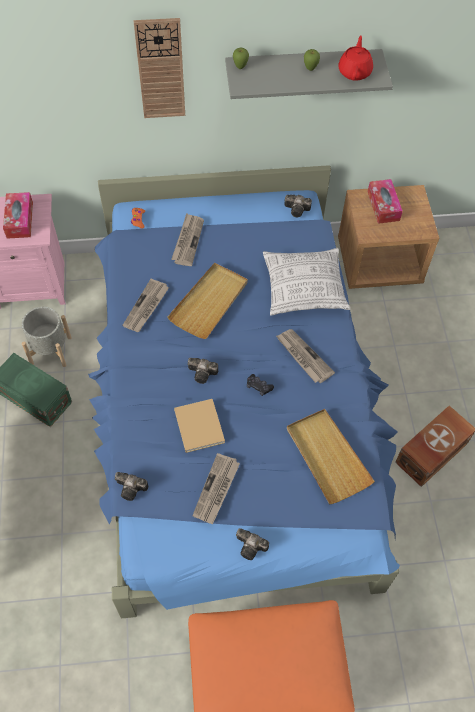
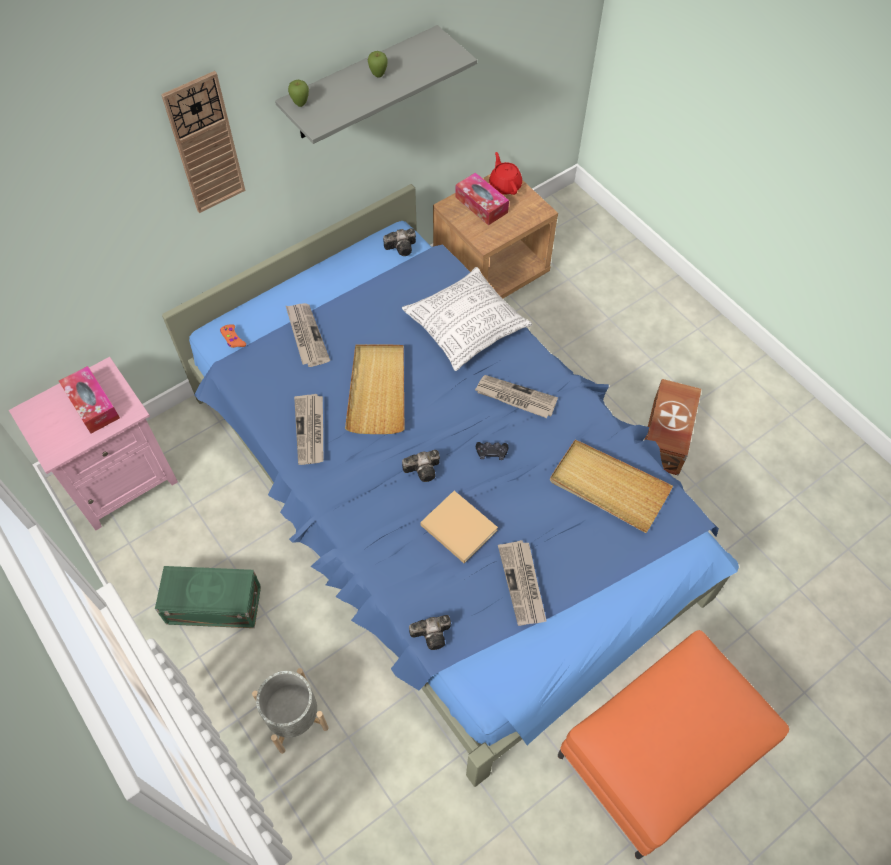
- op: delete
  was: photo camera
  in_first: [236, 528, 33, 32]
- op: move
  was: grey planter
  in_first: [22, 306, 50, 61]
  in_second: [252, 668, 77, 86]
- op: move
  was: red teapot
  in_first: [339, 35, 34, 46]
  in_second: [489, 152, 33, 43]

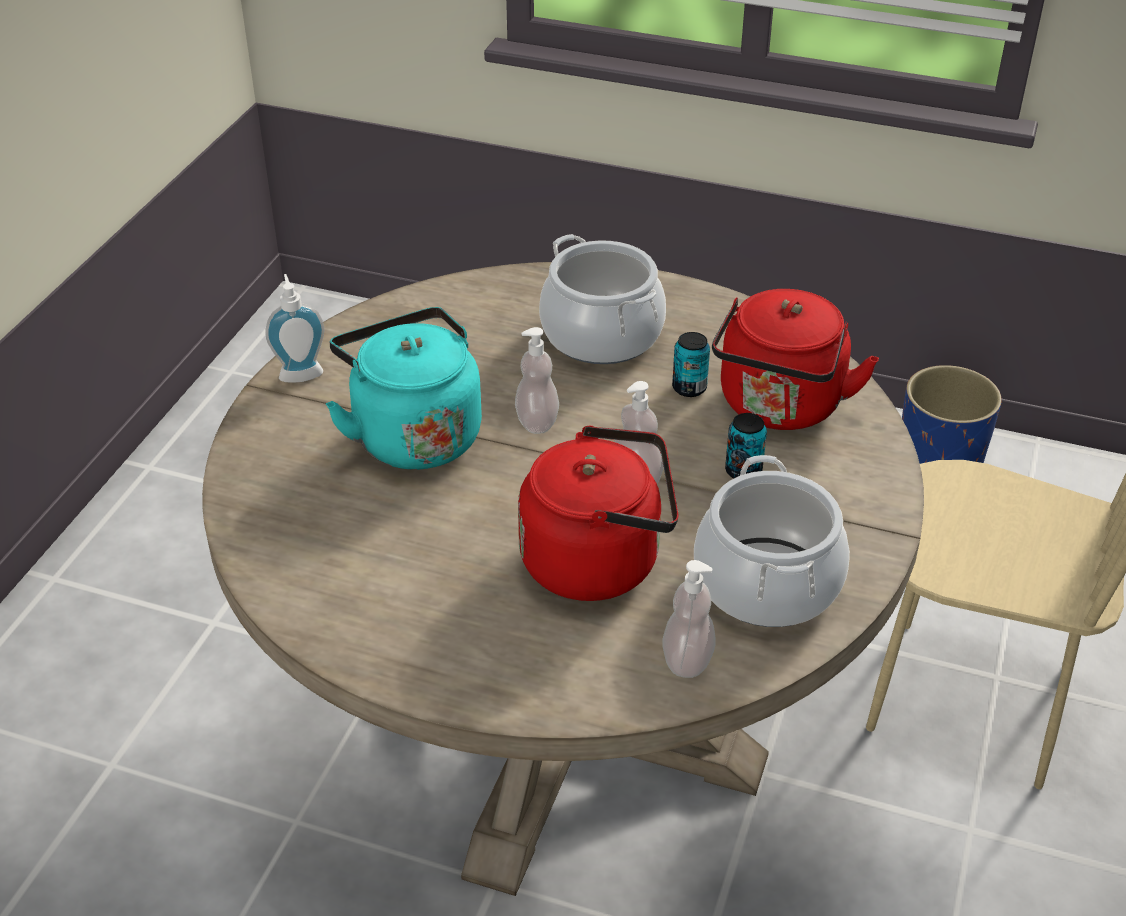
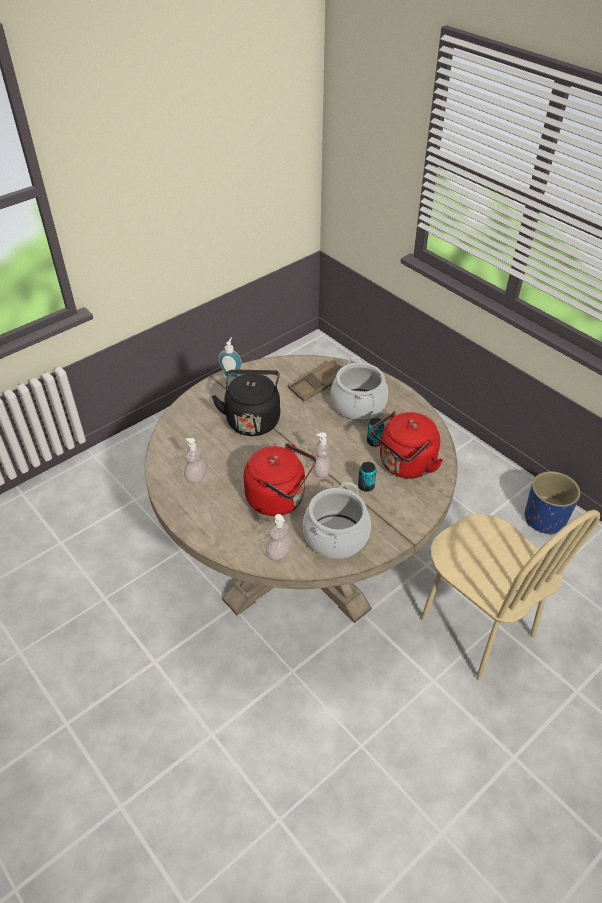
- op: insert
  now: brown tray
  in_second: [288, 359, 54, 43]
- op: move
  was: soap dispenser
  in_first: [515, 327, 44, 107]
  in_second: [184, 438, 24, 45]
- op: recolor
  was: turquoise kettle
  now: black kettle
  in_first: [326, 307, 156, 163]
  in_second: [212, 370, 68, 66]

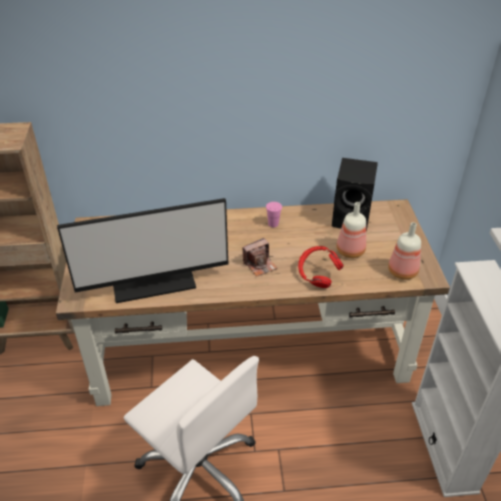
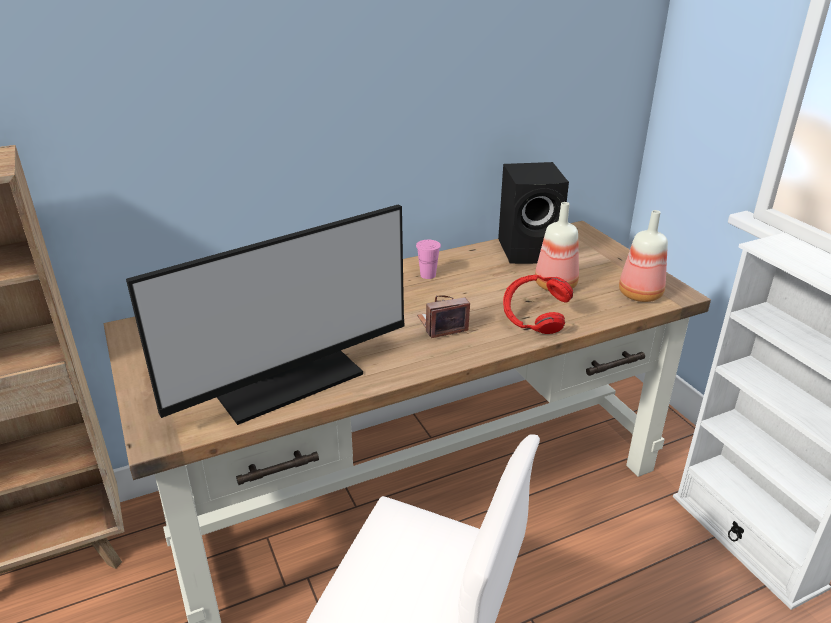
- op: rotate
  was: photo camera
  in_first: [243, 238, 34, 39]
  in_second: [417, 295, 53, 43]
  clockwise: -150

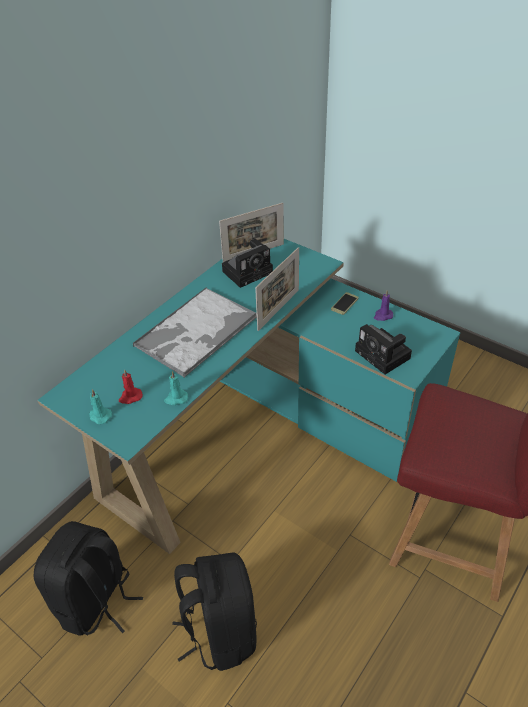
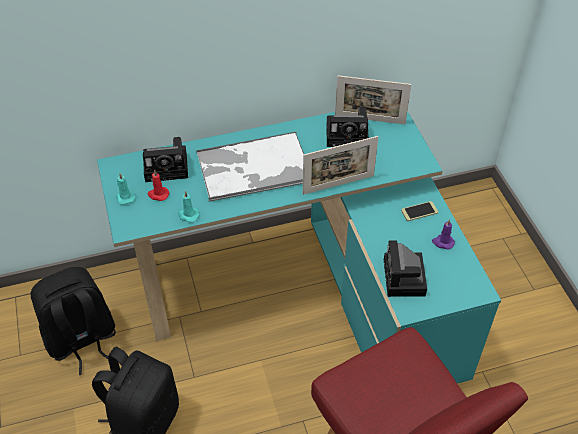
- op: insert
  now: photo camera
  in_second: [143, 137, 45, 45]

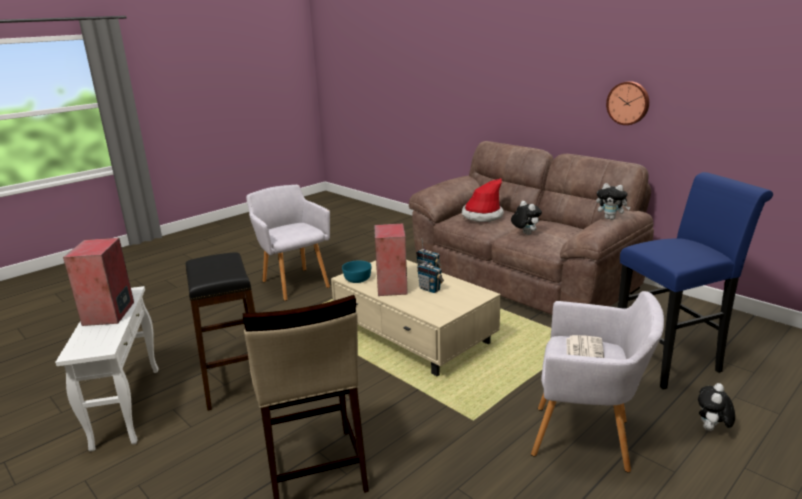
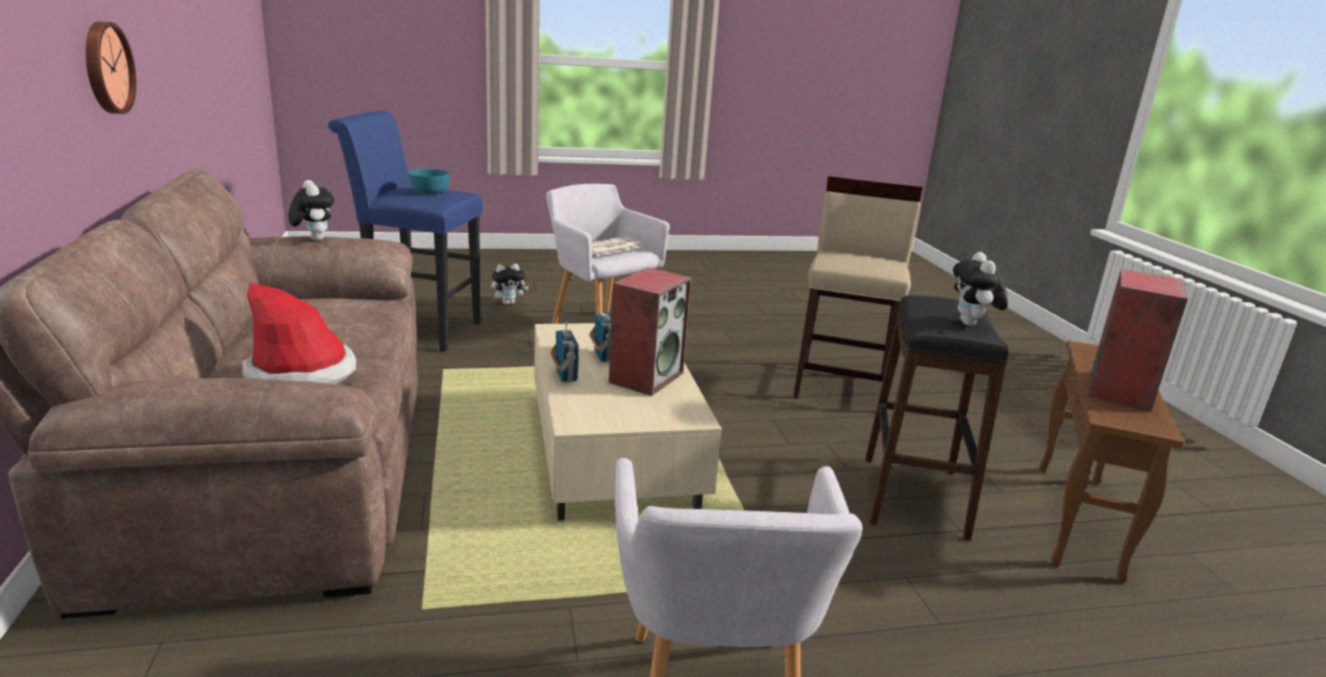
- op: move
  was: turquoise bowl
  in_first: [342, 260, 29, 23]
  in_second: [408, 169, 42, 25]
- op: move
  was: plush toy
  in_first: [511, 201, 31, 34]
  in_second: [953, 252, 55, 74]
- op: recolor
  was: white side table
  now: brown side table
  in_first: [55, 286, 104, 165]
  in_second: [1039, 340, 145, 243]

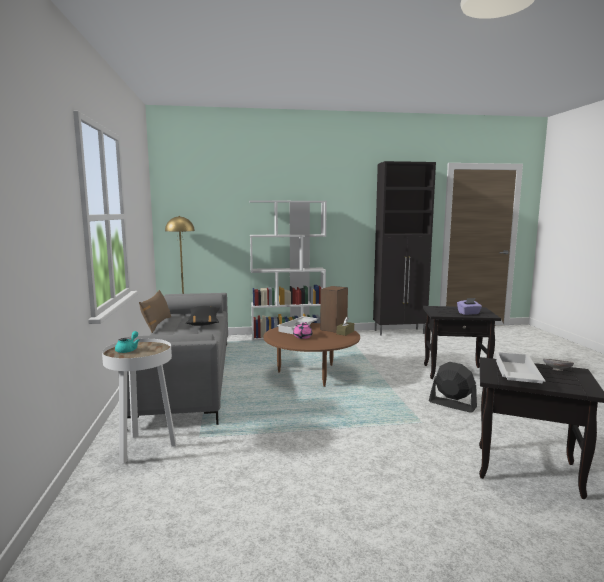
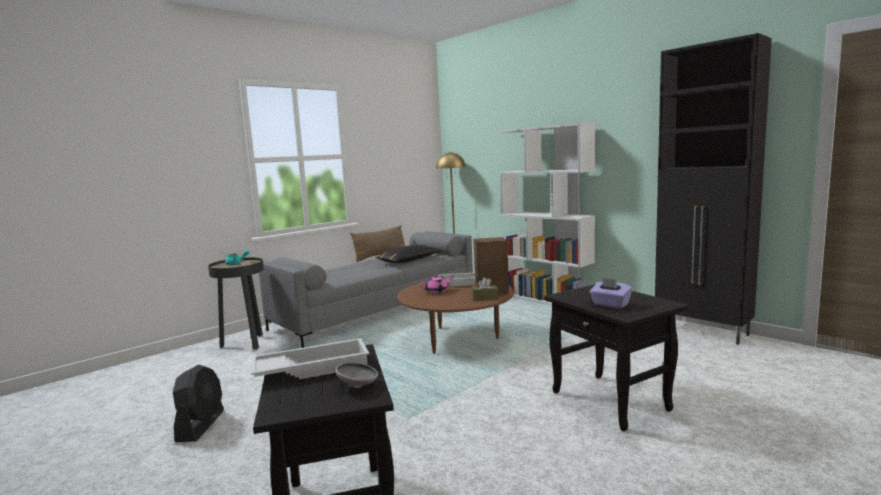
- op: move
  was: black fan
  in_first: [429, 362, 48, 51]
  in_second: [173, 364, 51, 78]
- op: recolor
  was: white side table
  now: black side table
  in_first: [102, 339, 74, 125]
  in_second: [208, 257, 56, 93]

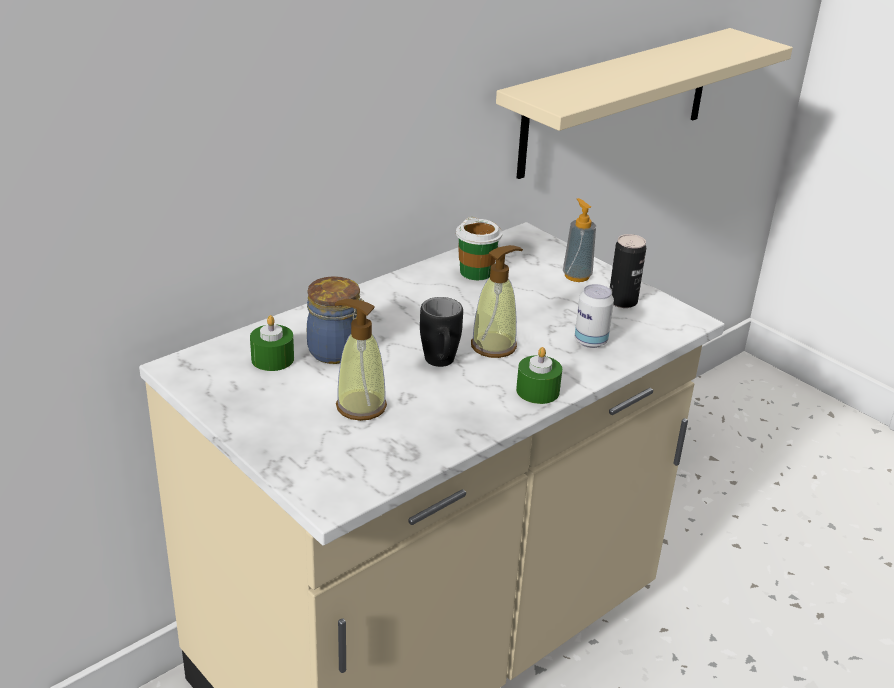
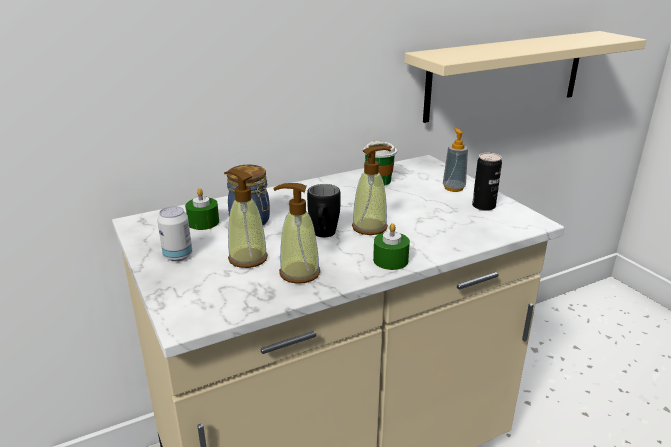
- op: insert
  now: soap dispenser
  in_second: [274, 183, 46, 101]
- op: move
  was: can
  in_first: [575, 284, 39, 64]
  in_second: [157, 206, 35, 55]

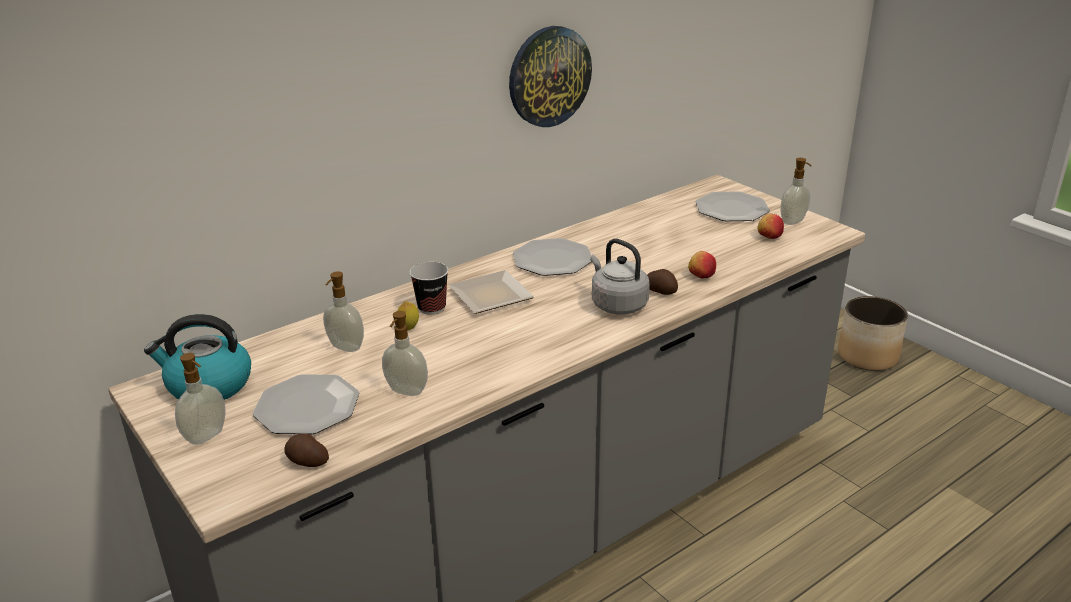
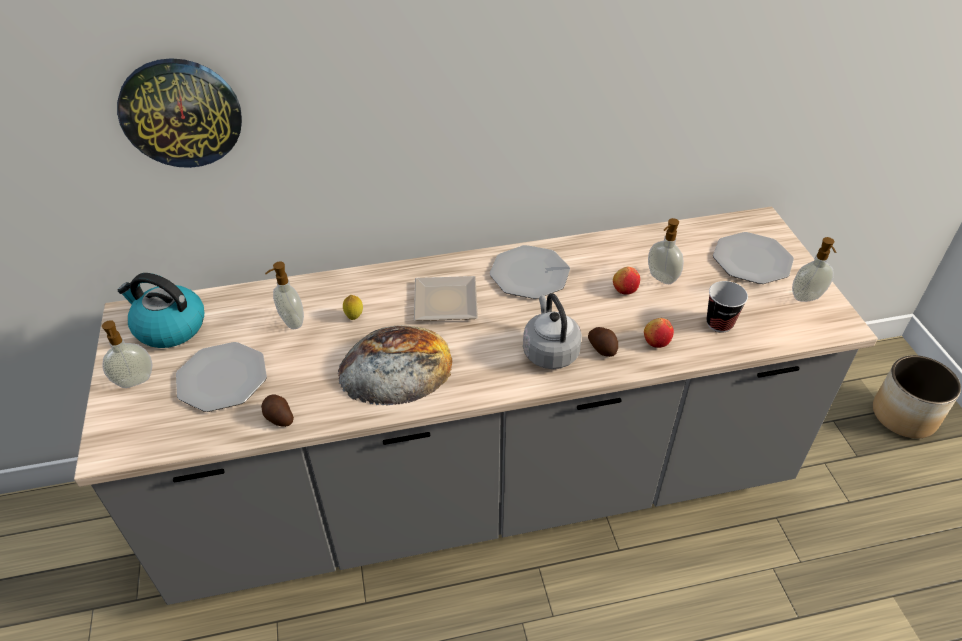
- op: insert
  now: bread
  in_second: [338, 325, 114, 80]
- op: move
  was: potato
  in_first: [284, 433, 45, 34]
  in_second: [261, 394, 33, 33]
- op: move
  was: soap dispenser
  in_first: [382, 311, 46, 85]
  in_second: [648, 218, 36, 66]
- op: move
  was: cup
  in_first: [410, 262, 38, 53]
  in_second: [706, 281, 42, 52]
- op: move
  was: wall clock
  in_first: [509, 26, 83, 101]
  in_second: [117, 58, 125, 110]
- op: move
  was: apple
  in_first: [757, 213, 27, 26]
  in_second: [613, 267, 27, 28]

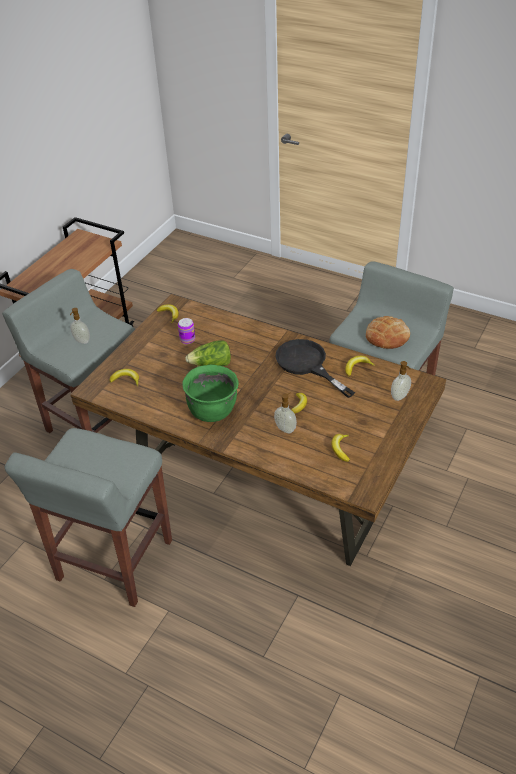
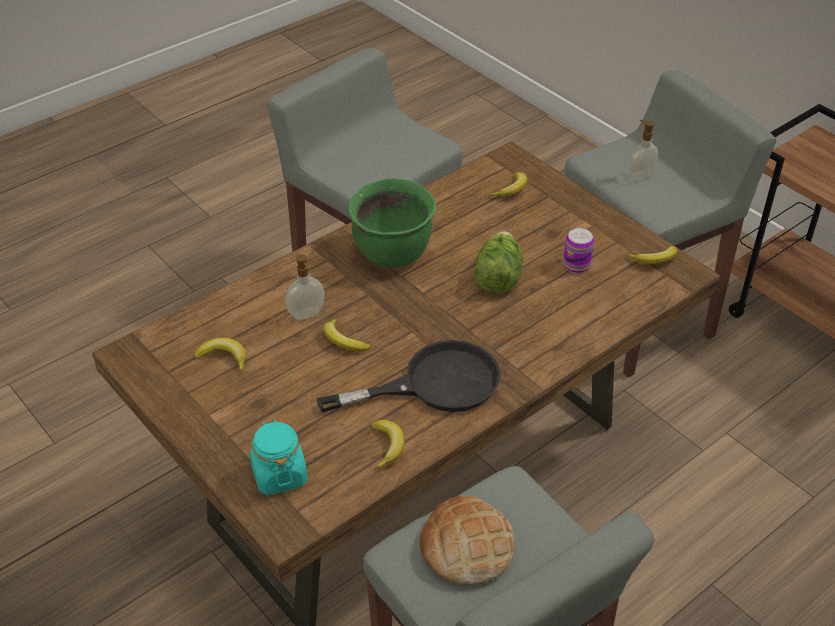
- op: replace
  was: soap dispenser
  now: turquoise jar
  in_first: [391, 361, 20, 40]
  in_second: [250, 419, 58, 76]

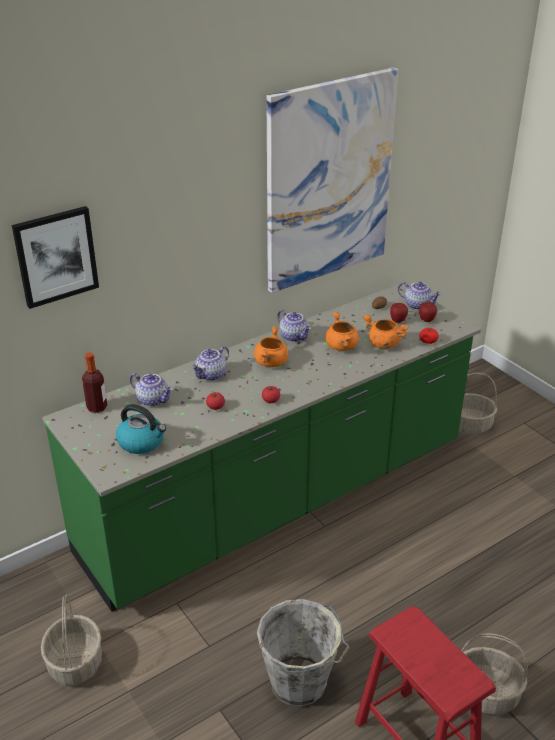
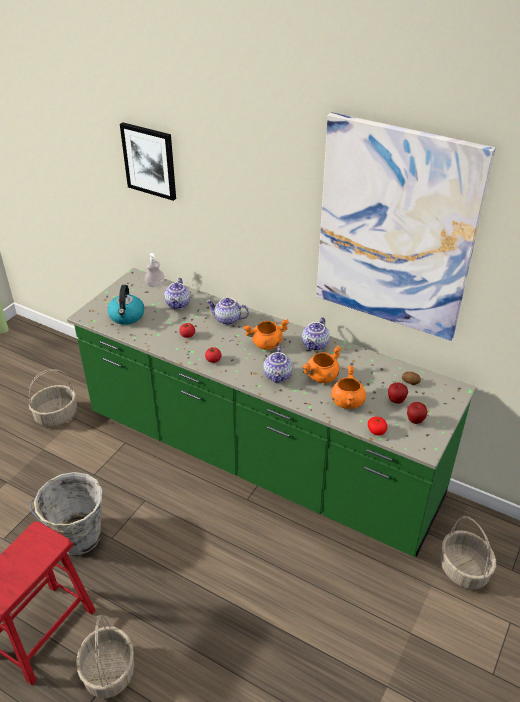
- op: move
  was: teapot
  in_first: [398, 282, 43, 28]
  in_second: [263, 346, 30, 37]
- op: replace
  was: bottle
  now: soap dispenser
  in_first: [82, 352, 25, 61]
  in_second: [145, 253, 20, 34]

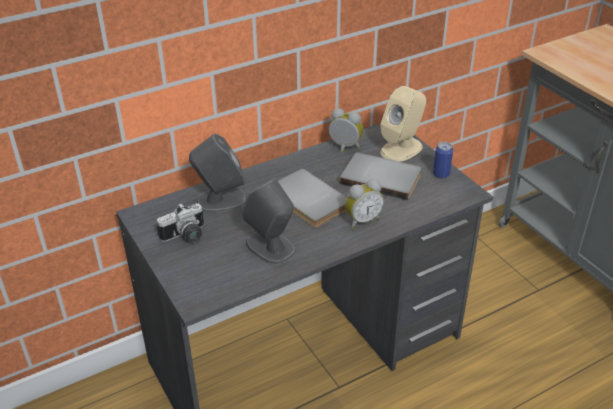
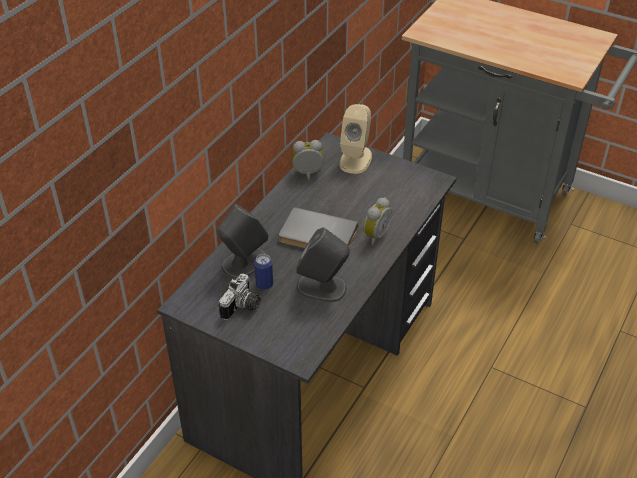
- op: delete
  was: grey book
  in_first: [339, 152, 83, 48]
- op: move
  was: can
  in_first: [433, 142, 20, 37]
  in_second: [254, 254, 19, 36]

